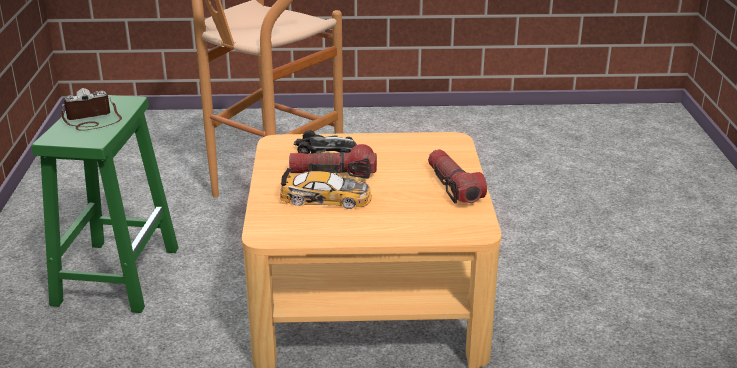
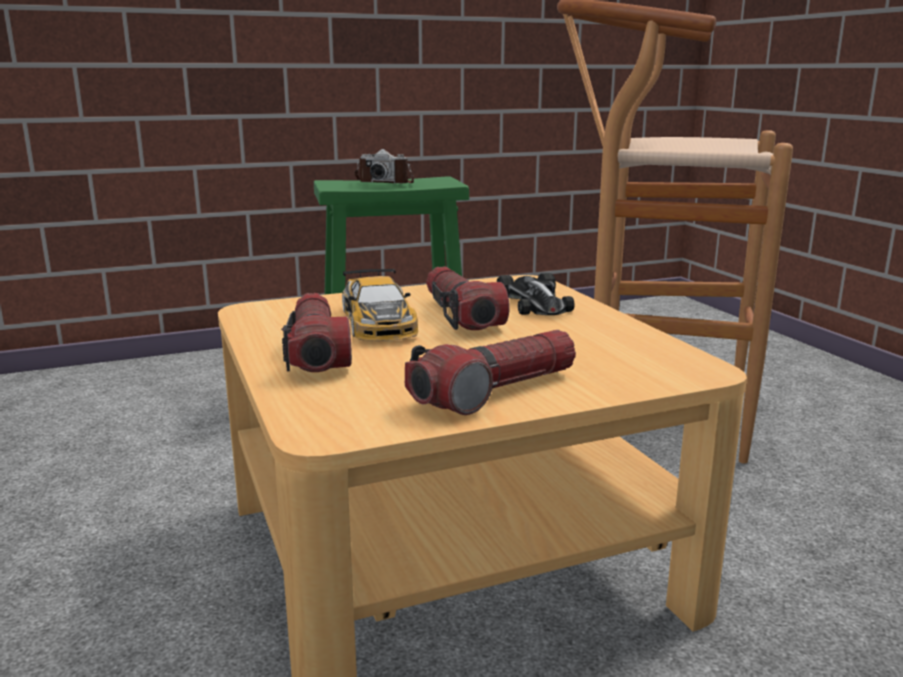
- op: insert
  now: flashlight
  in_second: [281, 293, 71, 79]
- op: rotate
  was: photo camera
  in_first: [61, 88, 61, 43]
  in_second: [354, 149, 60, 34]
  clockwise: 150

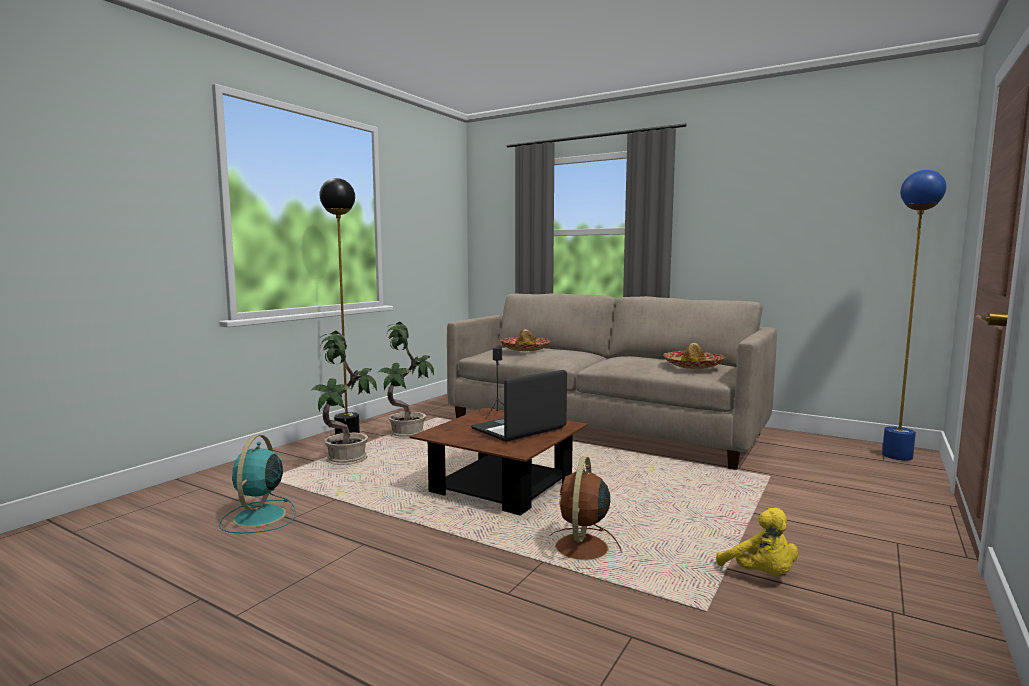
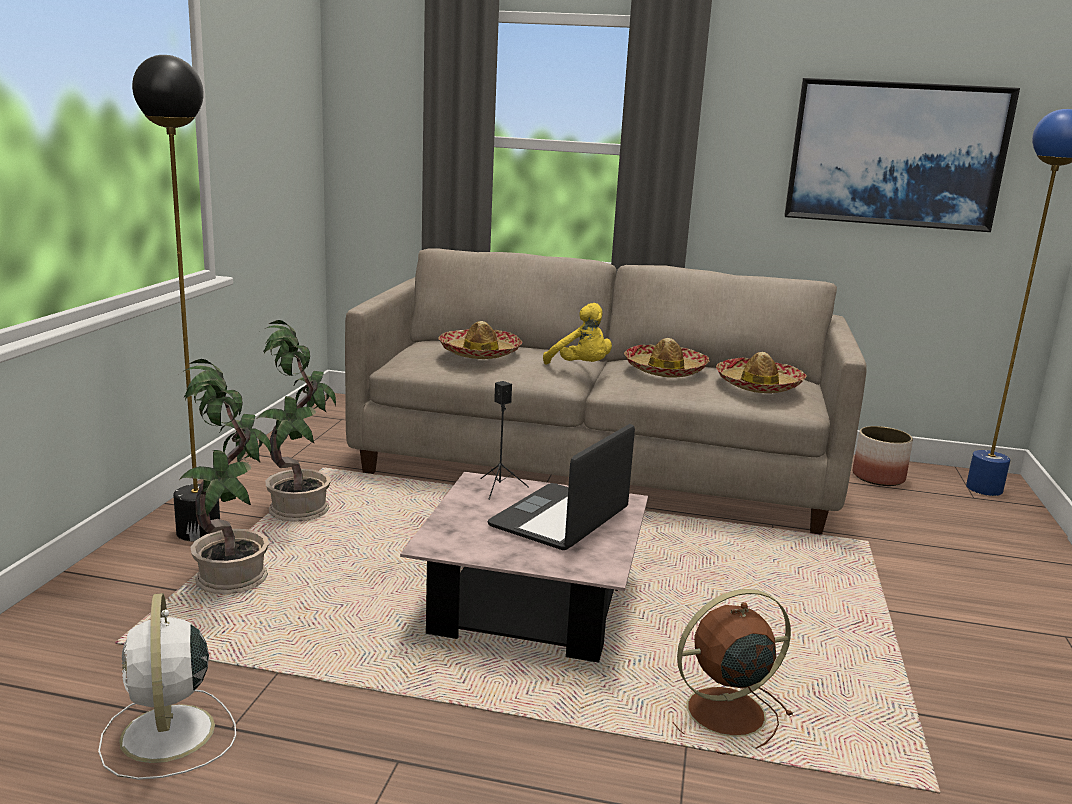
- op: insert
  now: hat
  in_second: [624, 338, 85, 40]
- op: insert
  now: picture
  in_second: [784, 78, 236, 154]
- op: insert
  now: planter
  in_second: [853, 426, 60, 60]
- op: move
  was: yellow plush toy
  in_first: [716, 508, 82, 67]
  in_second: [543, 303, 69, 61]
- op: recolor
  was: turquoise fan
  now: white fan
  in_first: [219, 435, 77, 98]
  in_second: [98, 593, 138, 187]
- op: recolor
  was: brown coffee table
  now: pink coffee table
  in_first: [410, 408, 178, 108]
  in_second: [400, 472, 248, 191]
- op: rotate
  was: brown fan
  in_first: [549, 456, 73, 113]
  in_second: [673, 589, 120, 166]
  clockwise: 75

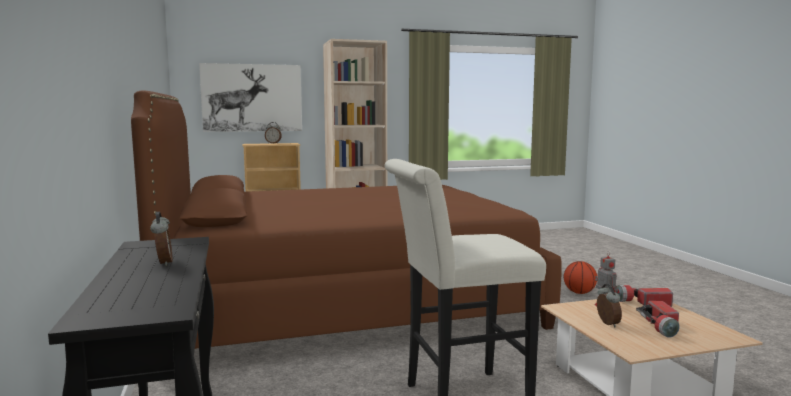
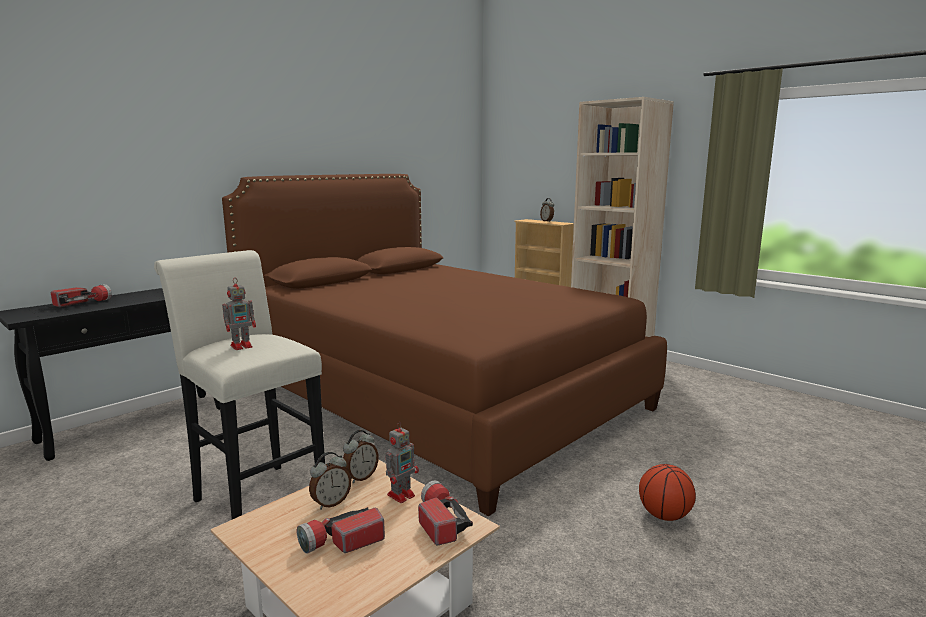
- op: delete
  was: picture
  in_first: [199, 63, 103, 69]
- op: insert
  now: flashlight
  in_second: [51, 284, 61, 23]
- op: insert
  now: toy robot
  in_second: [222, 279, 34, 71]
- op: move
  was: alarm clock
  in_first: [150, 211, 23, 55]
  in_second: [343, 430, 36, 54]

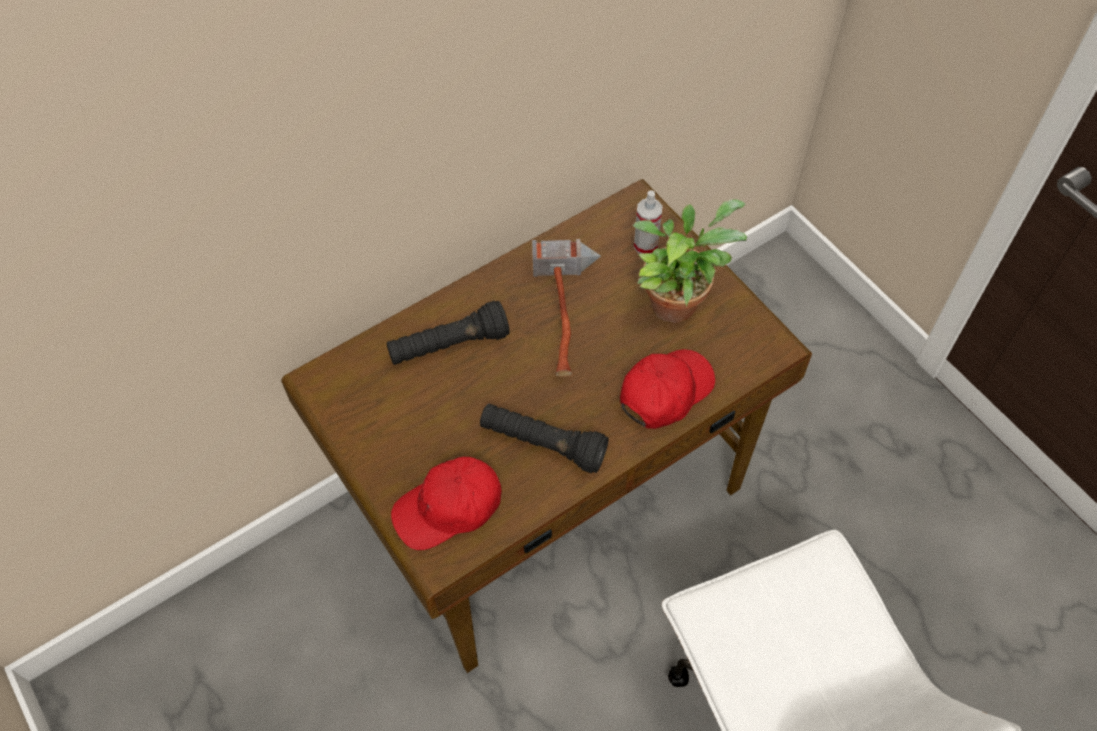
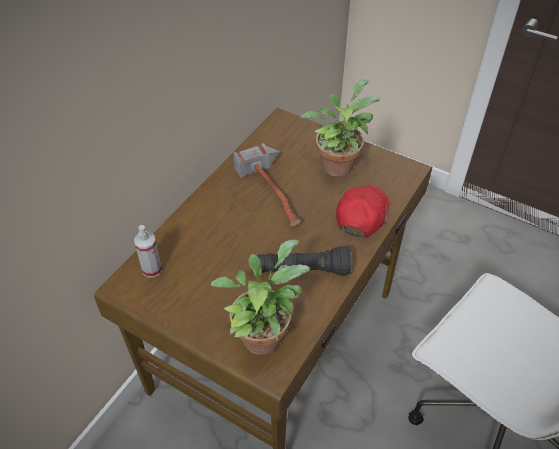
- op: delete
  was: black flashlight
  in_first: [387, 301, 123, 64]
- op: move
  was: spray bottle
  in_first: [634, 190, 29, 64]
  in_second: [134, 225, 28, 53]
- op: replace
  was: red cap
  now: potted plant
  in_first: [391, 457, 111, 93]
  in_second: [211, 240, 99, 115]

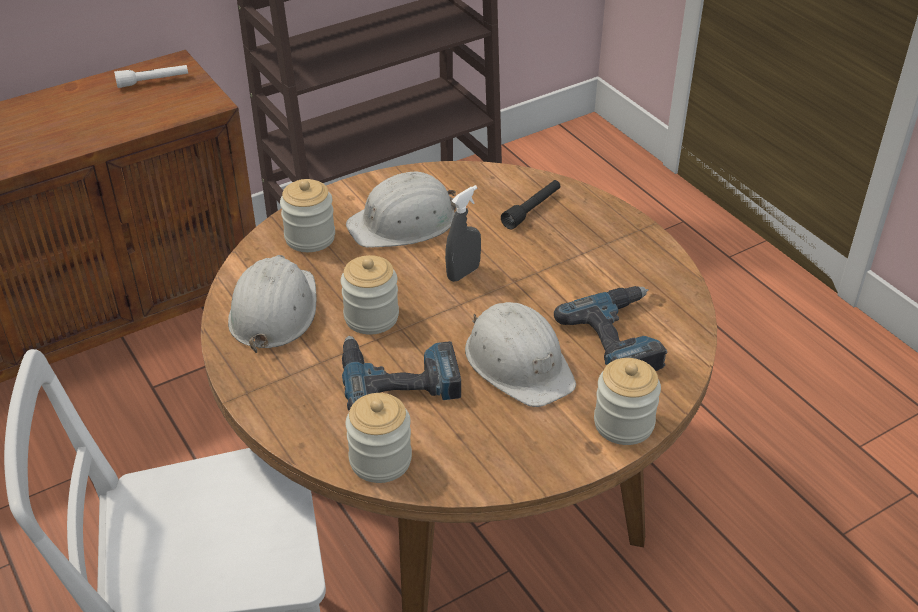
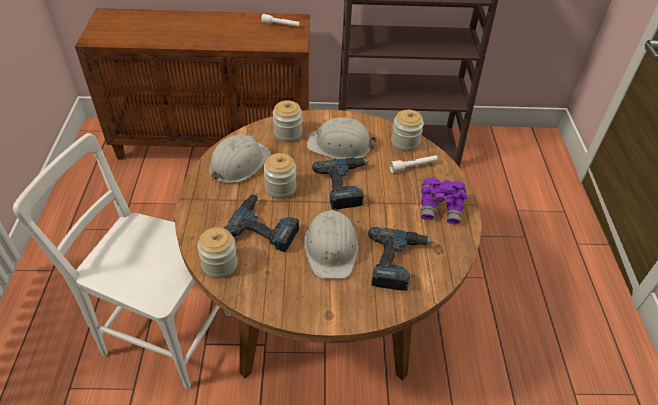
- op: insert
  now: purple binoculars
  in_second: [421, 177, 46, 47]
- op: move
  was: jar
  in_first: [594, 358, 67, 87]
  in_second: [391, 110, 33, 42]
- op: replace
  was: grey spray bottle
  now: power drill
  in_first: [445, 185, 36, 97]
  in_second: [312, 158, 58, 52]
- op: recolor
  was: black flashlight
  now: white flashlight
  in_first: [501, 180, 59, 49]
  in_second: [389, 155, 49, 18]

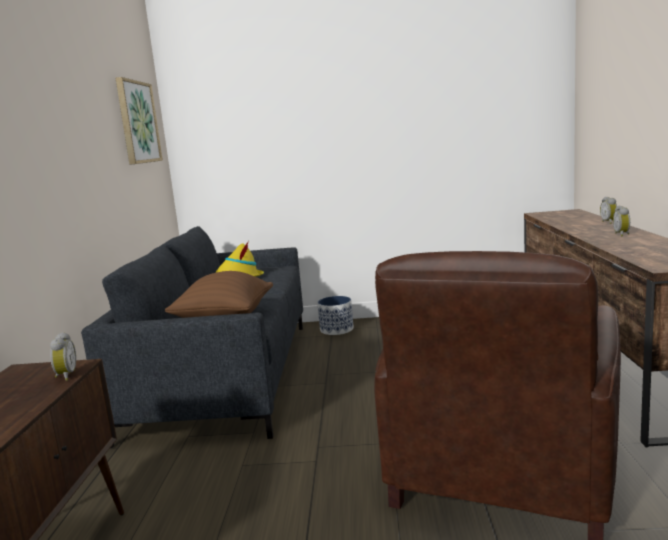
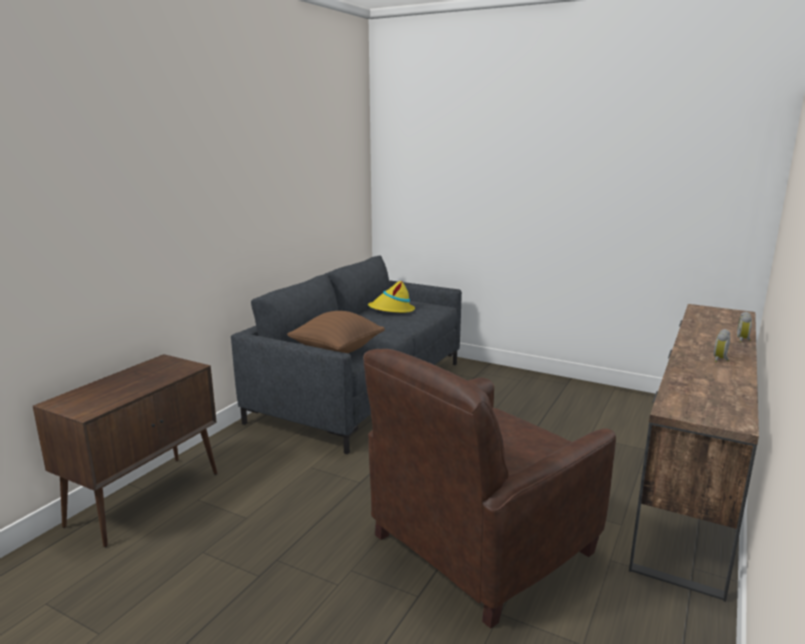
- op: delete
  was: alarm clock
  in_first: [50, 332, 26, 49]
- op: delete
  was: picture
  in_first: [116, 77, 47, 88]
- op: delete
  was: planter
  in_first: [318, 296, 36, 39]

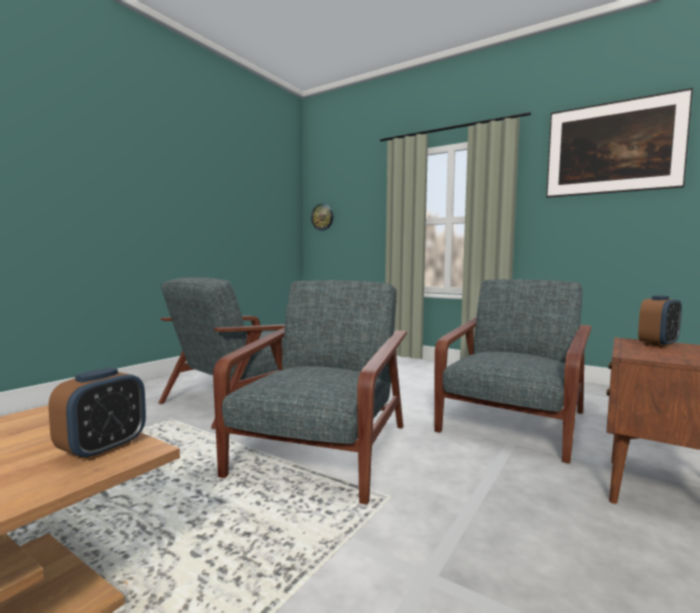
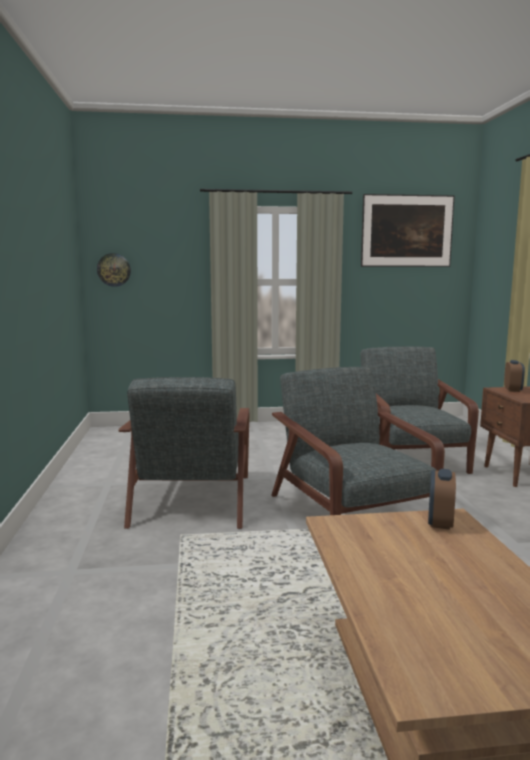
- op: rotate
  was: alarm clock
  in_first: [48, 367, 98, 94]
  in_second: [428, 469, 28, 61]
  clockwise: -150

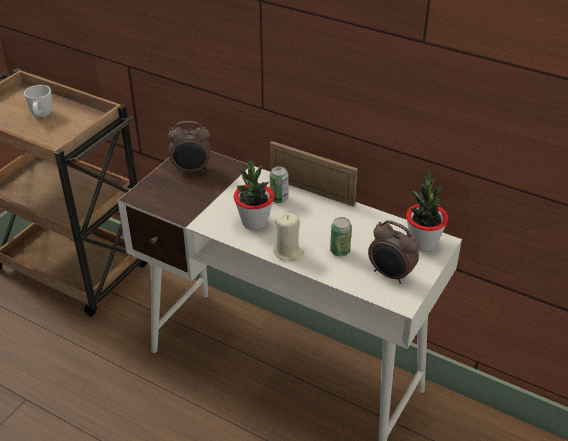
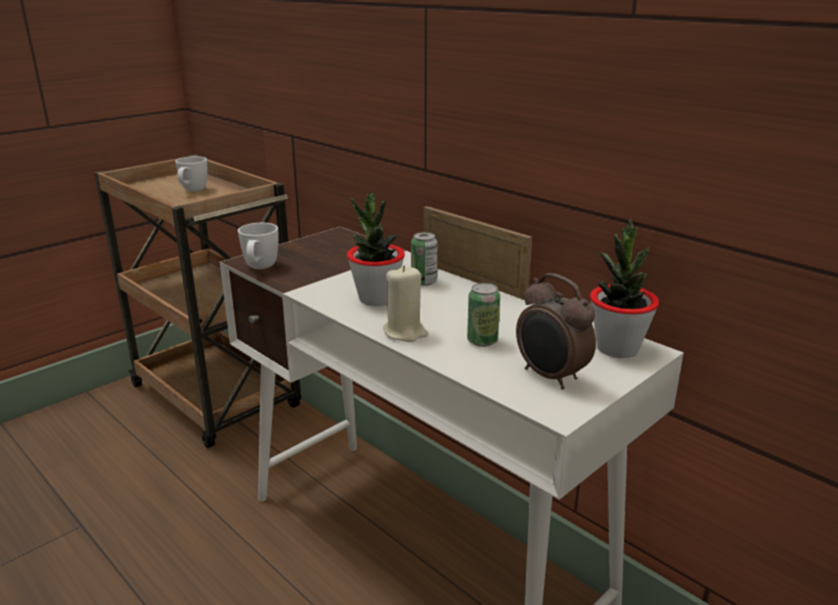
- op: delete
  was: alarm clock
  in_first: [168, 121, 43, 52]
- op: insert
  now: white mug
  in_second: [238, 223, 40, 46]

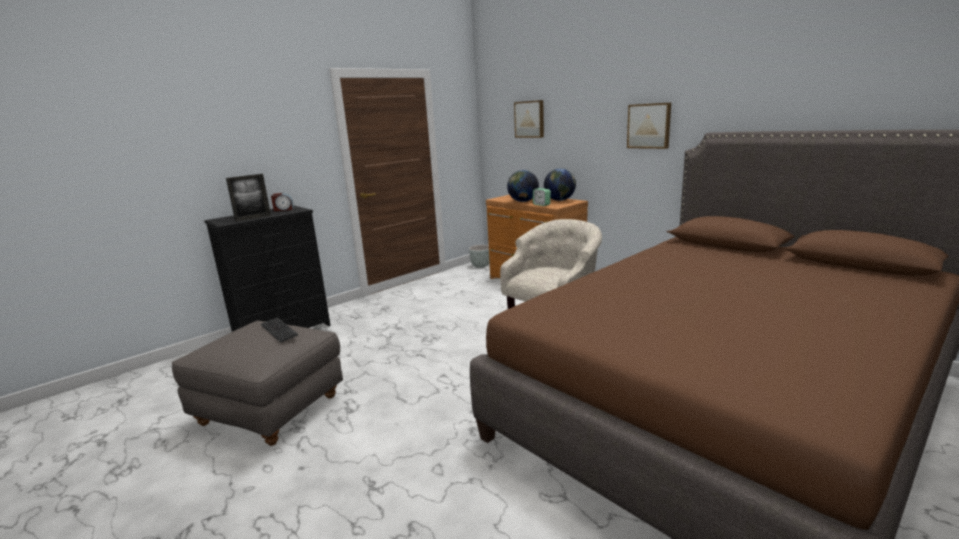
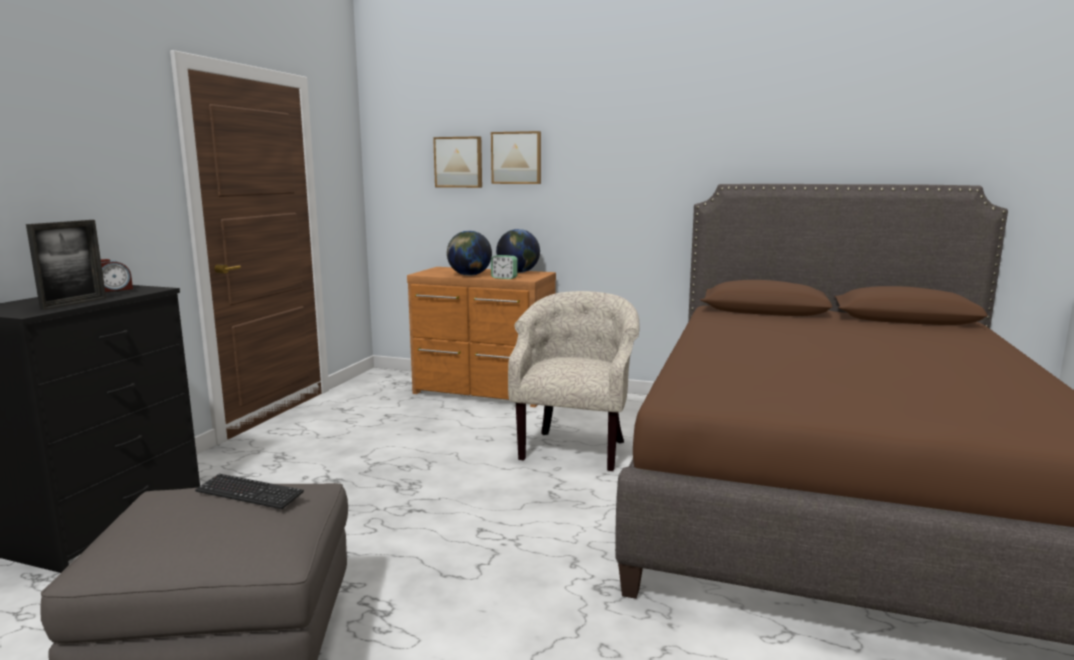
- op: delete
  was: grey planter
  in_first: [469, 245, 21, 23]
- op: move
  was: picture
  in_first: [627, 103, 44, 46]
  in_second: [491, 131, 50, 53]

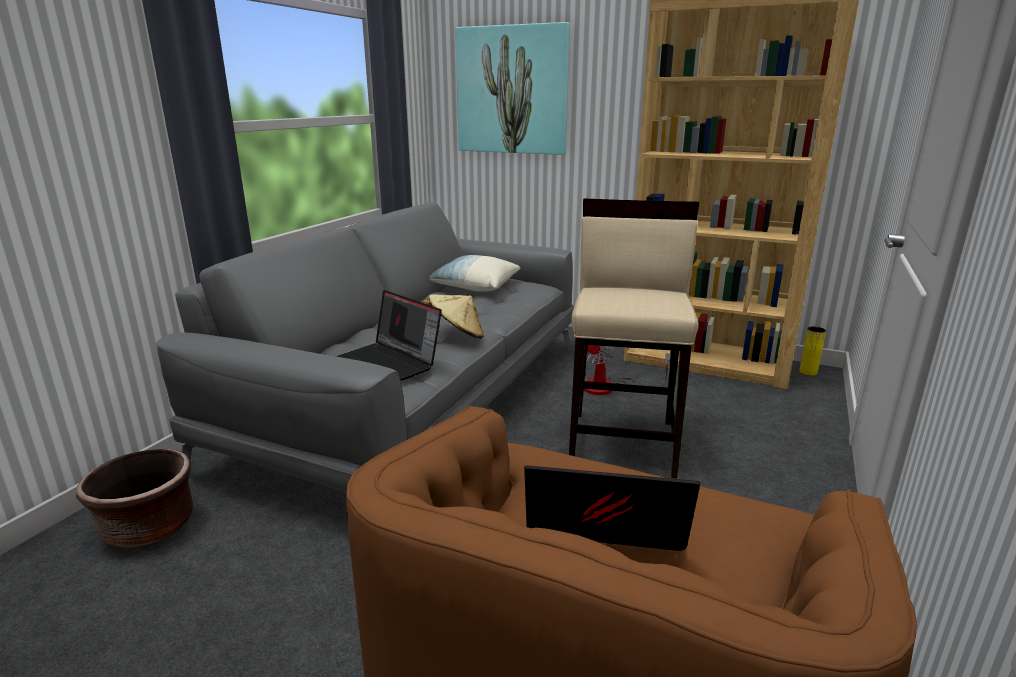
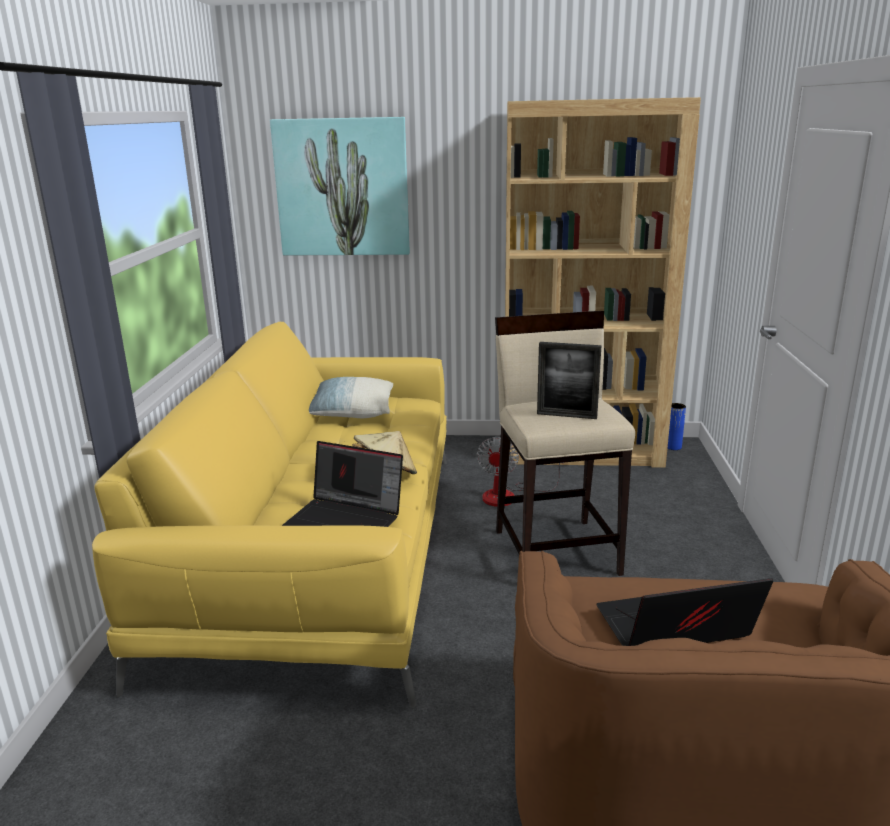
- op: delete
  was: brown planter
  in_first: [76, 449, 117, 98]
- op: insert
  now: picture frame
  in_second: [537, 342, 64, 77]
- op: recolor
  was: grey sofa
  now: yellow sofa
  in_first: [156, 202, 418, 292]
  in_second: [92, 322, 355, 386]
- op: recolor
  was: yellow vase
  now: blue vase
  in_first: [799, 327, 27, 49]
  in_second: [667, 403, 19, 47]

